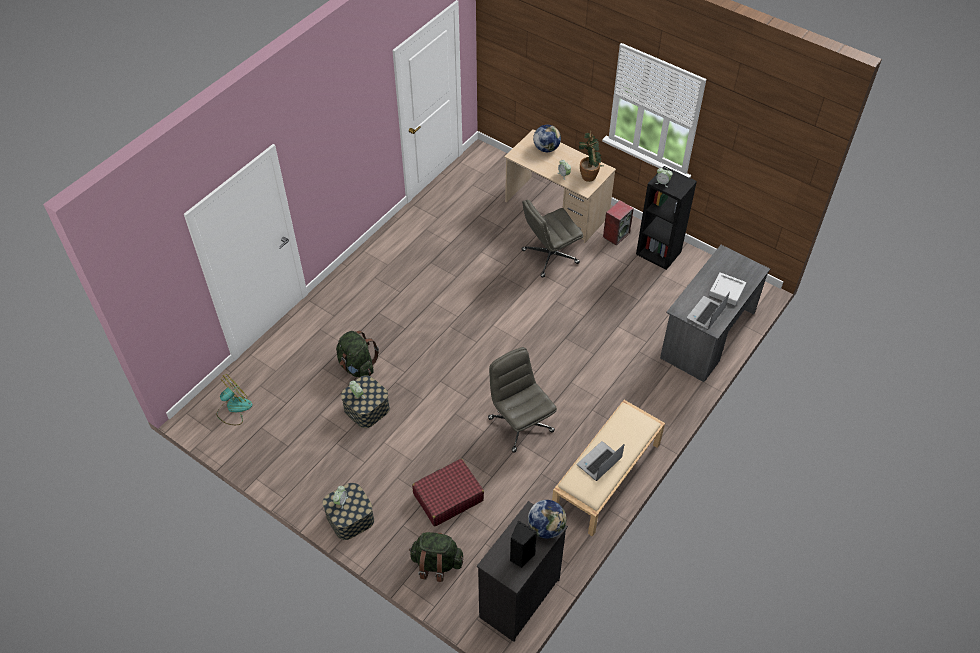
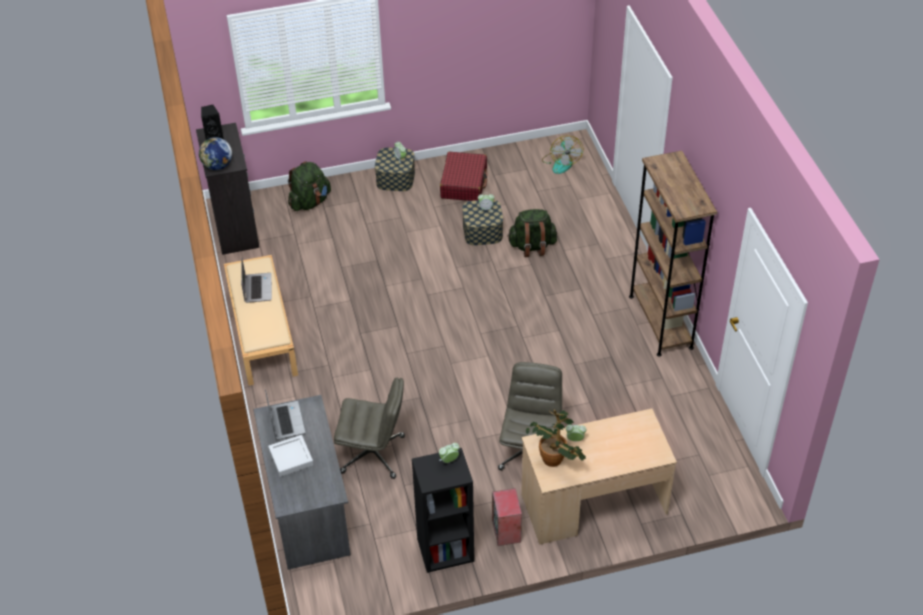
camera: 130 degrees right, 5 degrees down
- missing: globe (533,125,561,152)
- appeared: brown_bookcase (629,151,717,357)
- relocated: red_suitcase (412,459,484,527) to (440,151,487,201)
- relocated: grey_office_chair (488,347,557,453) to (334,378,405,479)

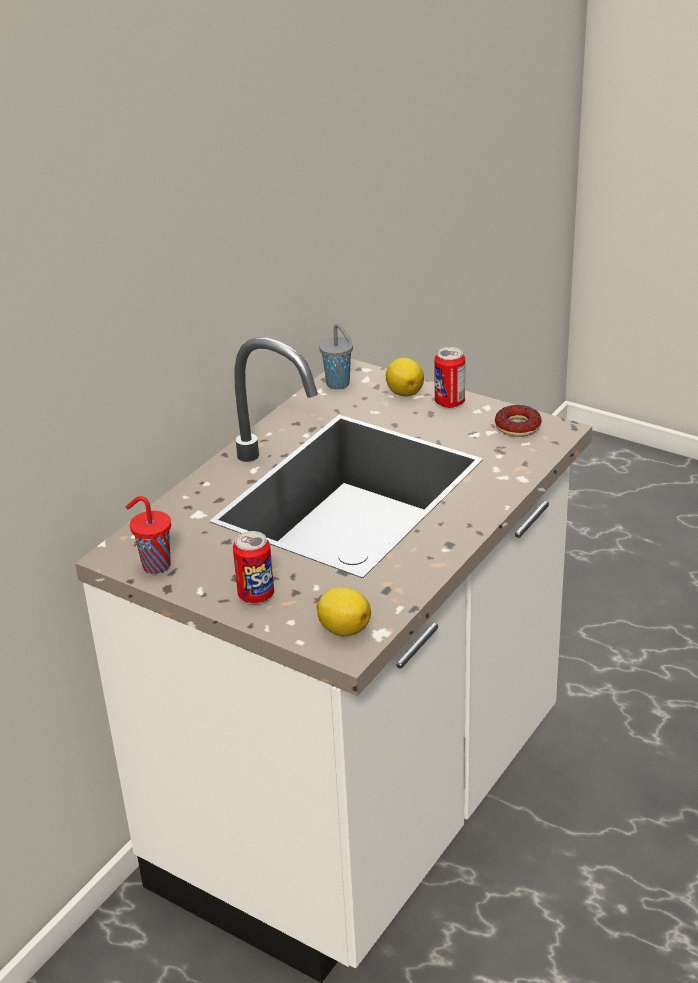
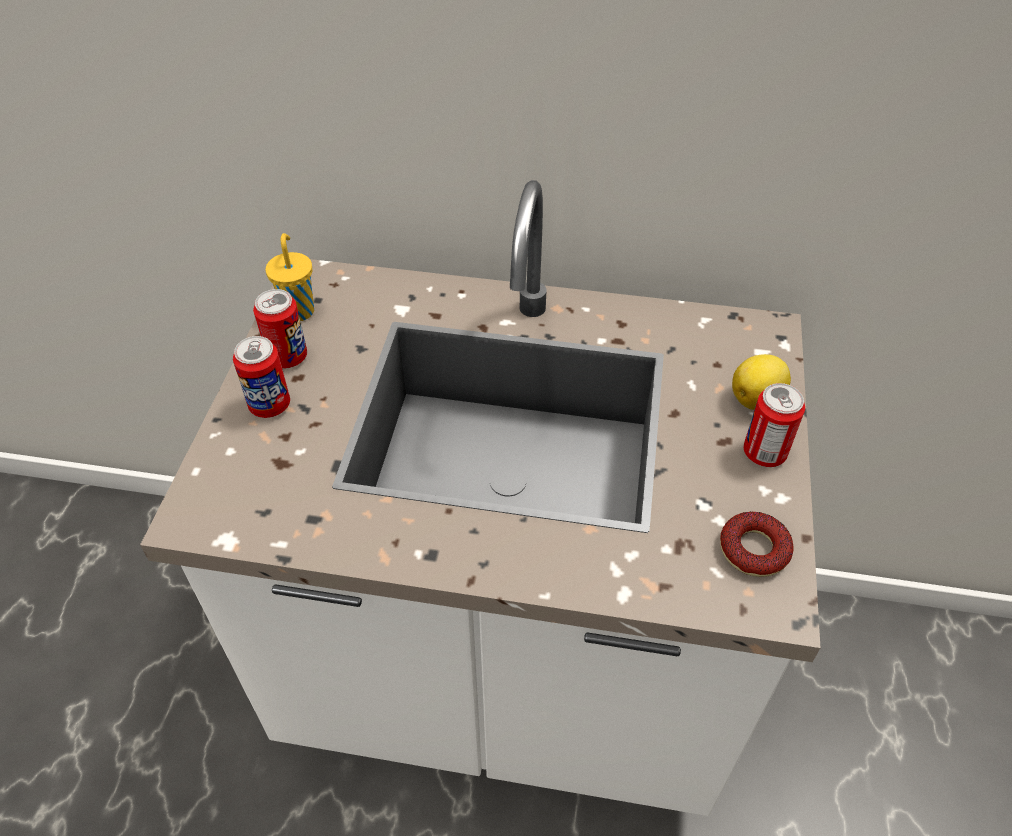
camera: 65 degrees right, 15 degrees up
- missing: lemon (316,587,371,636)
- missing: grey_cup (319,323,353,389)
- appeared: can (253,289,307,369)
- colour: red_cup (126,496,171,574) to yellow_cup (266,233,314,321)

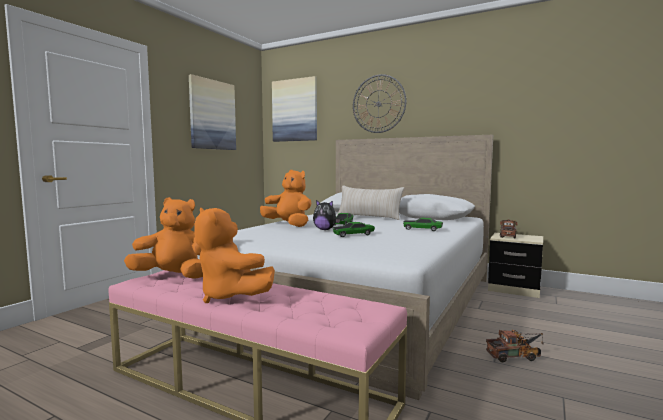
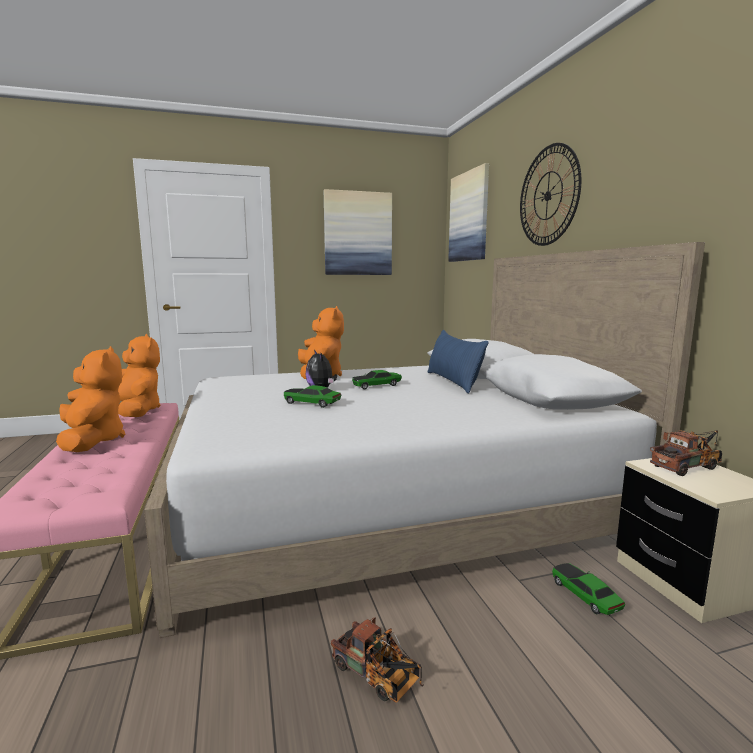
camera: 45 degrees right, 5 degrees up
- relocated: toy_car (403,218,443,231) to (552,563,625,615)
- colour: beige_pillow (337,185,404,220) to blue_pillow (428,330,489,394)
- spun: orange_plush_toy (194,208,275,303) = (56,346,125,452) 150 degrees clockwise

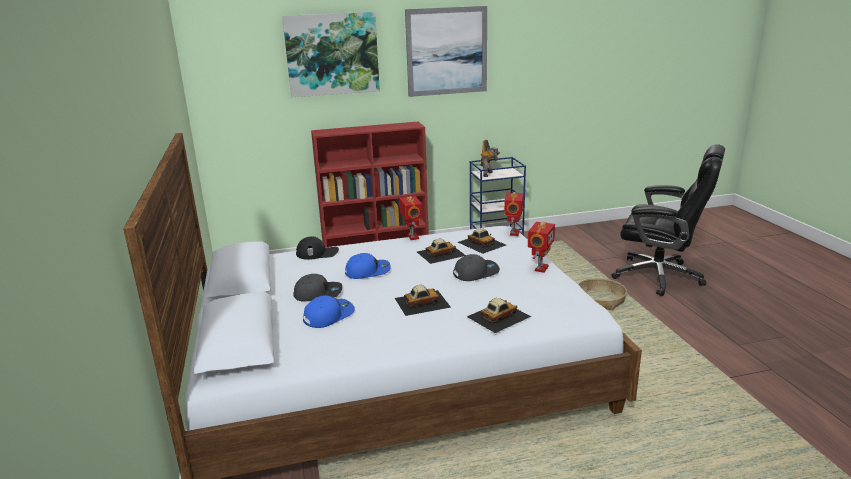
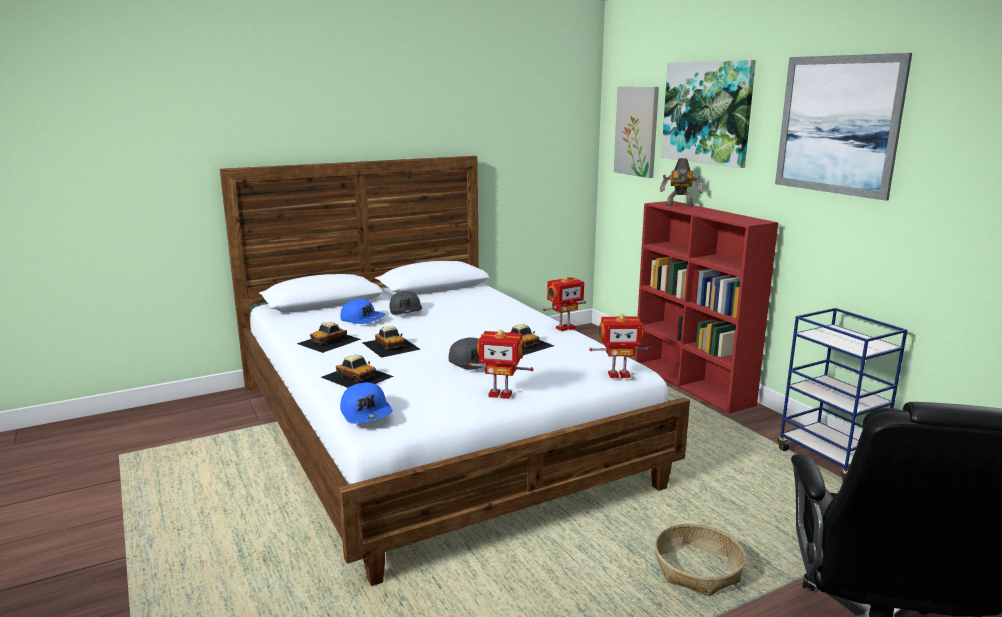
camera: 75 degrees right, 5 degrees down
- missing: black_cap (296,237,339,260)
- appeared: picture (614,87,659,178)
- relocated: blue_cap (345,253,391,279) to (340,382,392,424)
- relocated: toy_car (458,228,506,254) to (297,322,361,353)
- relocated: toy_robot (480,140,500,177) to (660,158,703,207)

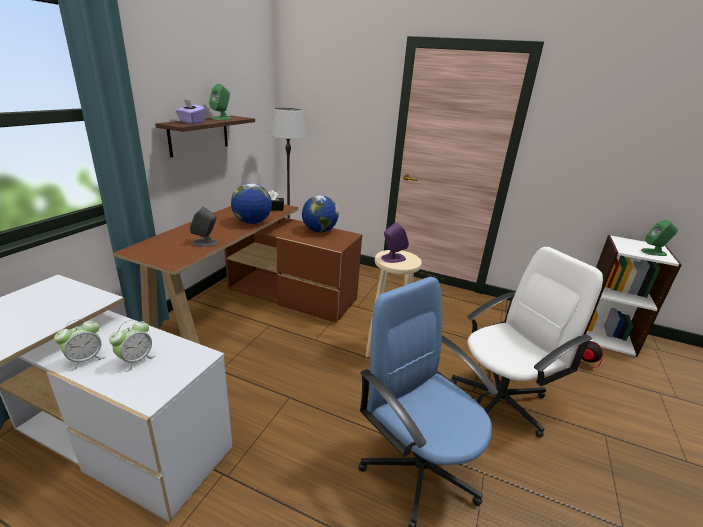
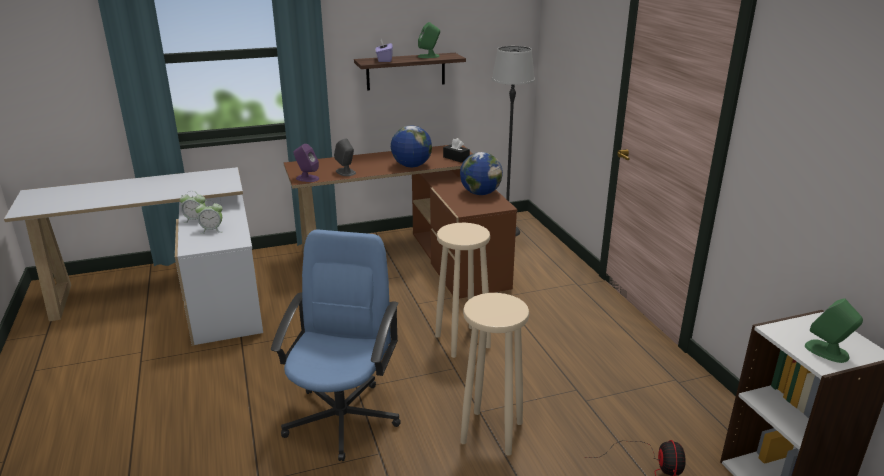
camera: 50 degrees right, 0 degrees up
- relocated: purple_speaker (381,222,409,263) to (293,144,319,182)
- exchanged: white_office_chair (451,247,603,438) to beige_stool (460,293,529,455)

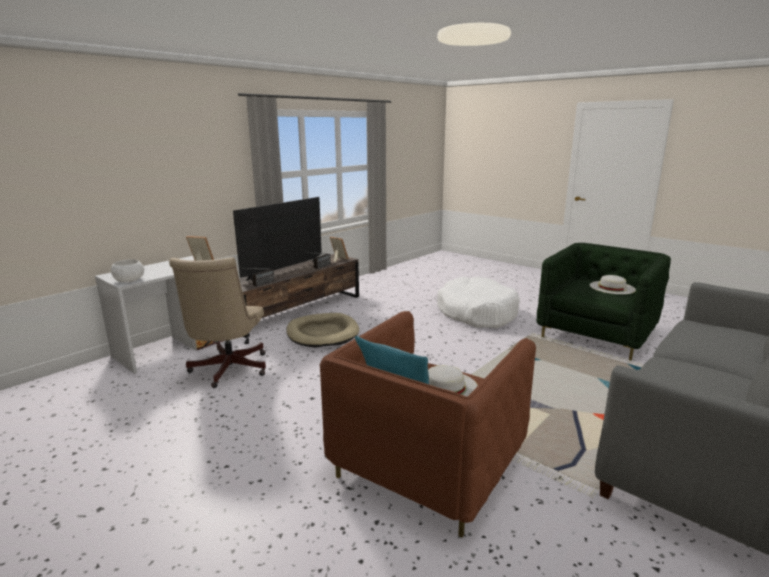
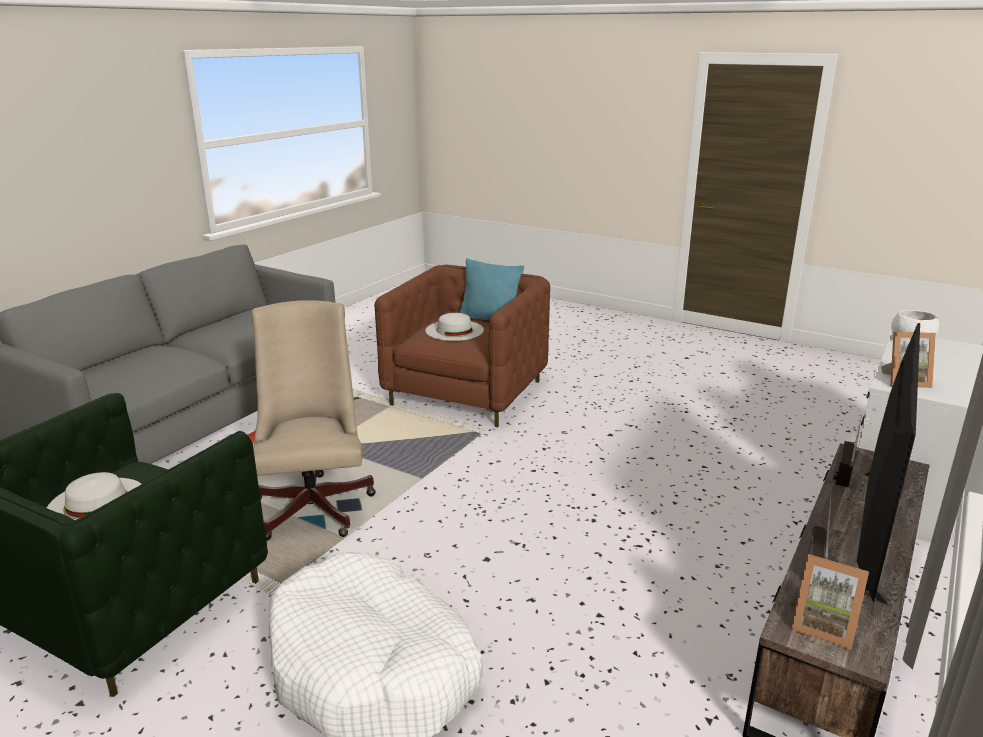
camera: 170 degrees right, 5 degrees up
- missing: beige_dog_bed (286,313,359,348)
- relocated: beige_office_chair (169,257,266,388) to (252,300,376,540)

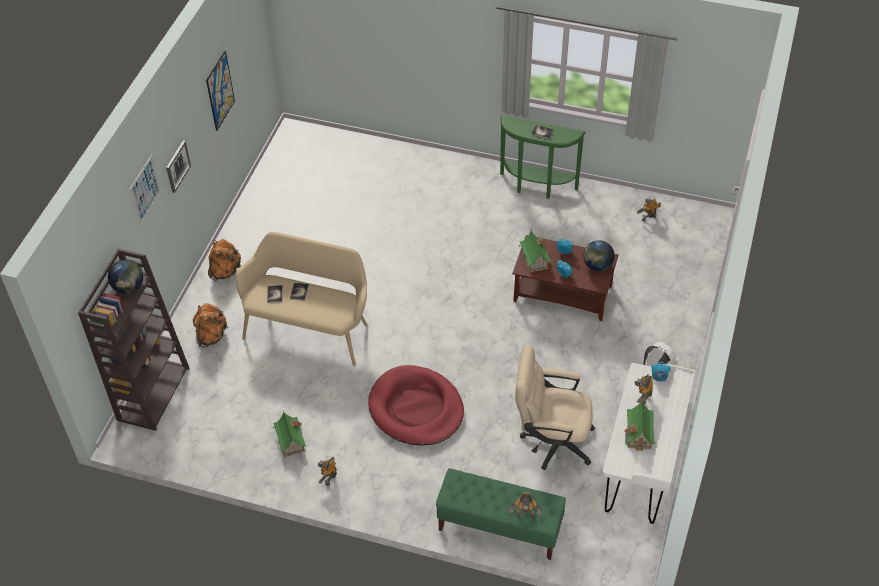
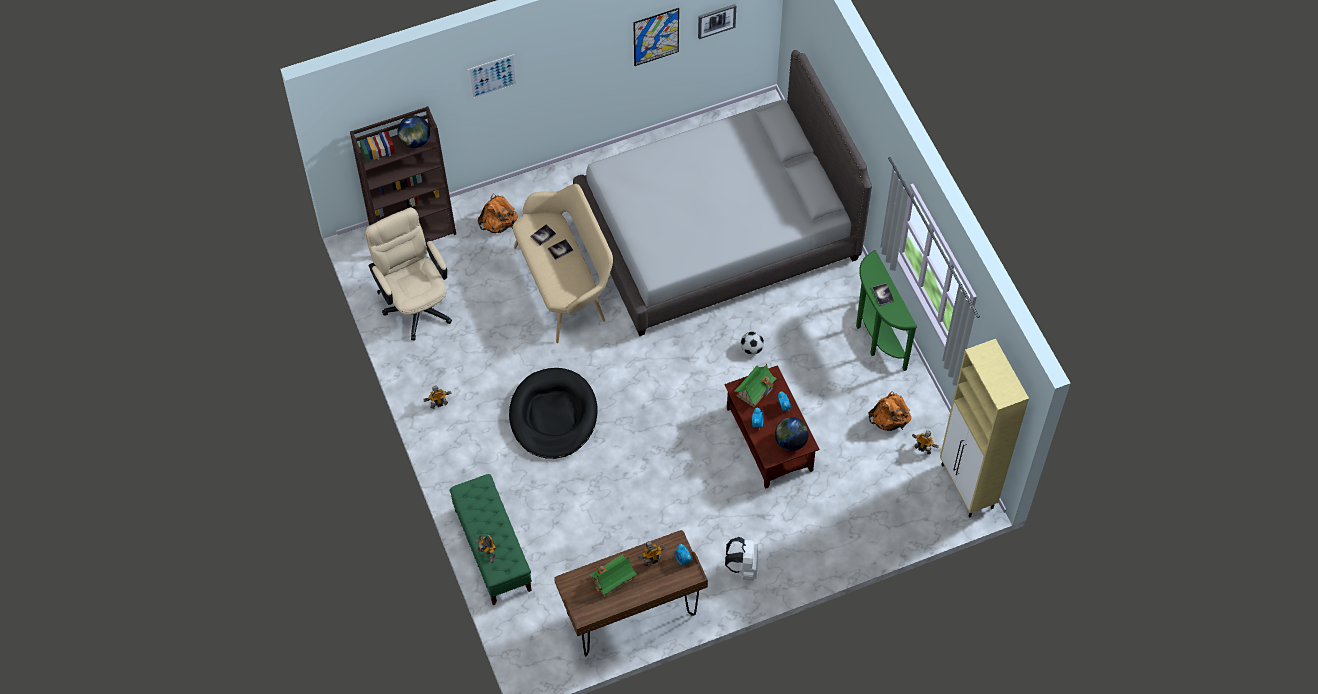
camera: 50 degrees right, 10 degrees up
- missing: toy_house (271,410,306,457)
- appeared: grey_bed (573,50,872,336)
- appeared: football (741,332,764,355)
- appeared: beige_cabinet (940,339,1029,518)
- relocated: picture (166,140,191,193) to (698,4,736,39)
- relocated: orange_backpack (208,239,241,281) to (868,392,911,431)
- relocated: beige_office_chair (515,345,595,470) to (365,207,452,341)
- colour: red_dog_bed (368,365,464,445) to black_dog_bed (509,368,598,459)
- colour: white_desk (602,363,696,524) to brown_desk (554,530,708,656)

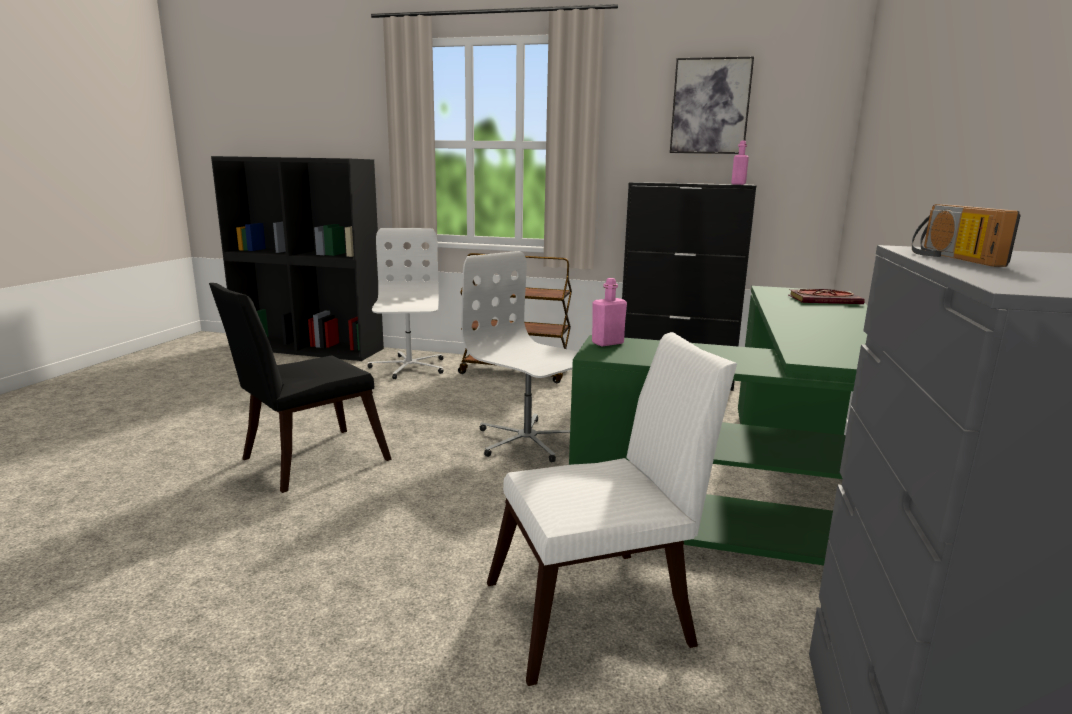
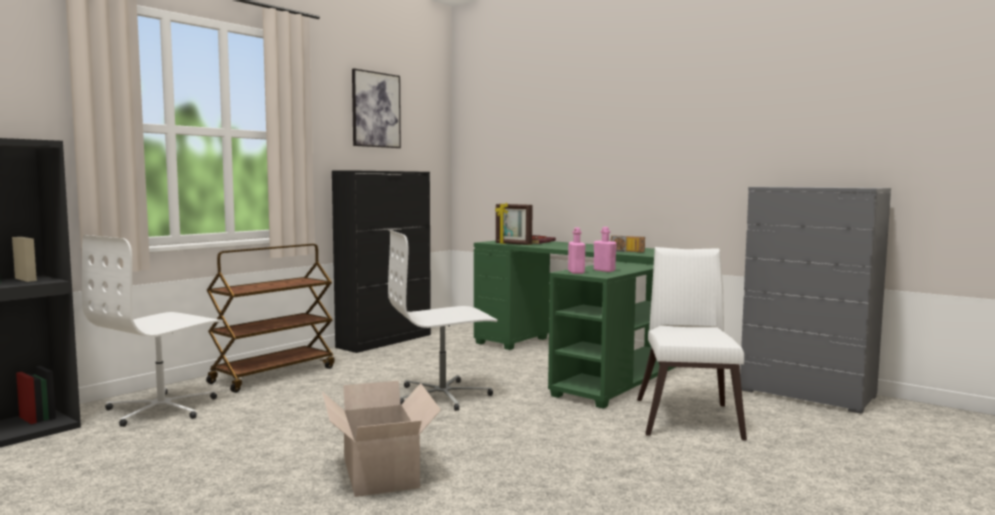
camera: 65 degrees left, 10 degrees down
- appeared: picture_frame (495,203,533,245)
- relocated: pink_bottle (731,141,749,185) to (594,227,617,272)
- relocated: radio (912,204,1021,267) to (609,236,645,252)
- exchanged: black_chair (209,283,392,493) to cardboard_box (322,381,441,497)
- spun: white_office_chair (368,228,443,379) = (82,235,223,427) 75 degrees counterclockwise

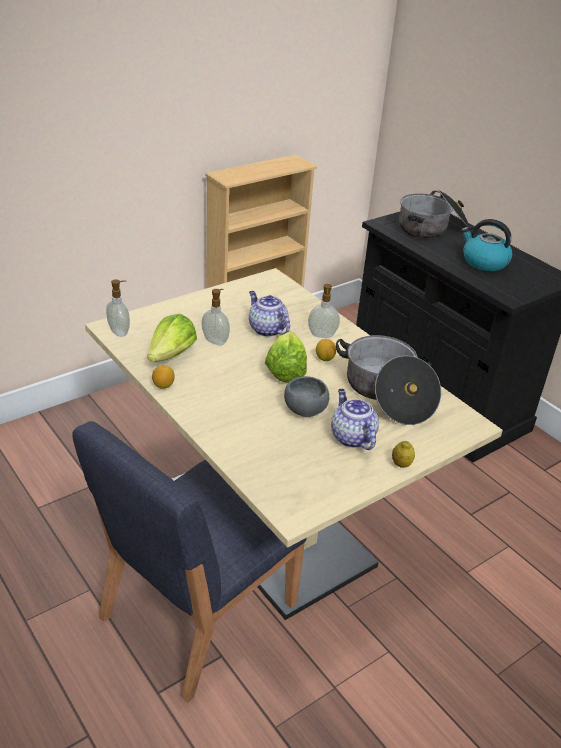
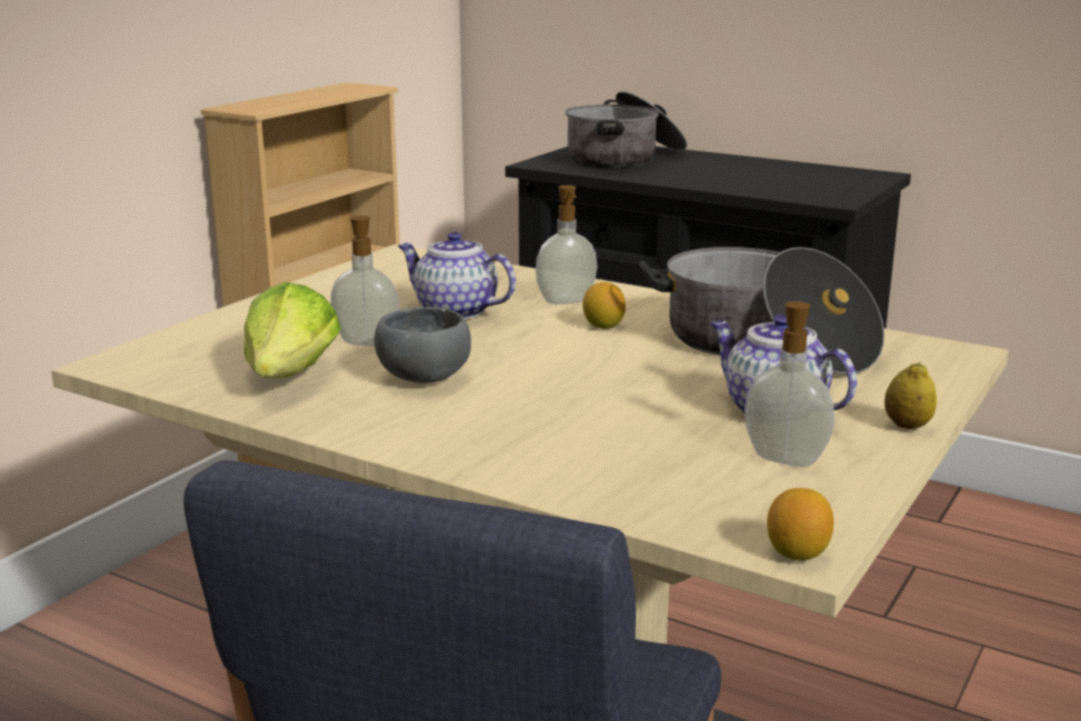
camera: 20 degrees left, 15 degrees down
- missing: lettuce (265,332,307,383)
- missing: kettle (461,219,513,271)
- relocated: soap_dispenser (106,279,130,337) to (745,301,834,466)
- relocated: lemon (152,365,175,389) to (767,488,834,560)
- relocated: grey_bowl (284,376,329,417) to (374,307,471,383)

